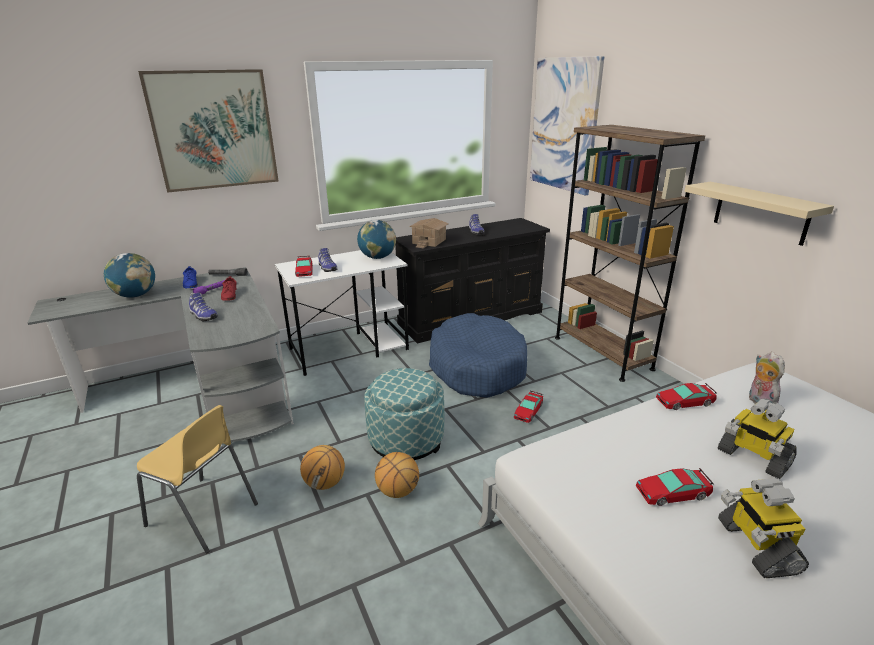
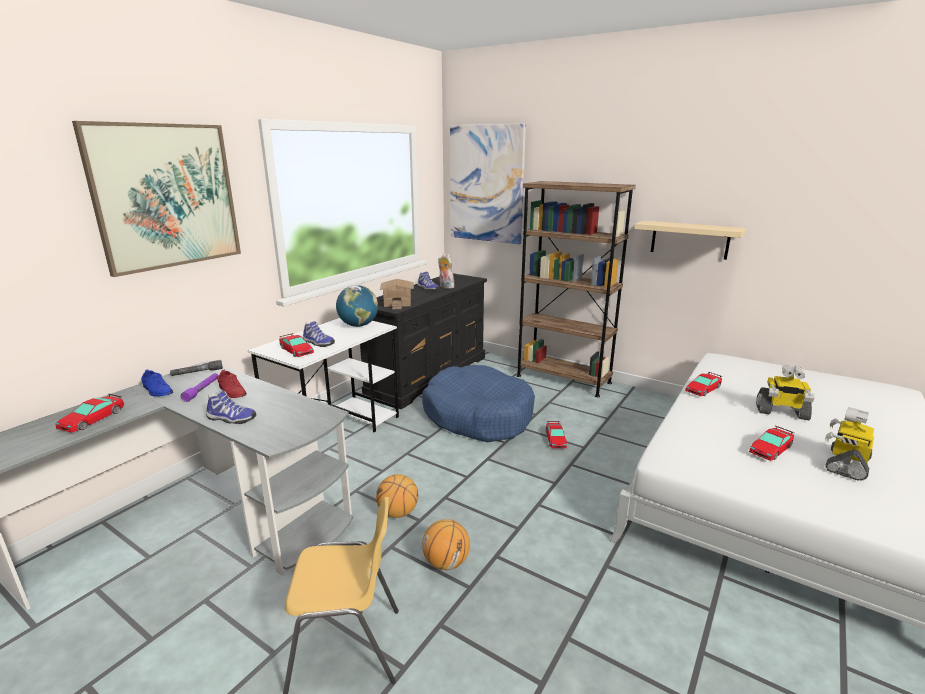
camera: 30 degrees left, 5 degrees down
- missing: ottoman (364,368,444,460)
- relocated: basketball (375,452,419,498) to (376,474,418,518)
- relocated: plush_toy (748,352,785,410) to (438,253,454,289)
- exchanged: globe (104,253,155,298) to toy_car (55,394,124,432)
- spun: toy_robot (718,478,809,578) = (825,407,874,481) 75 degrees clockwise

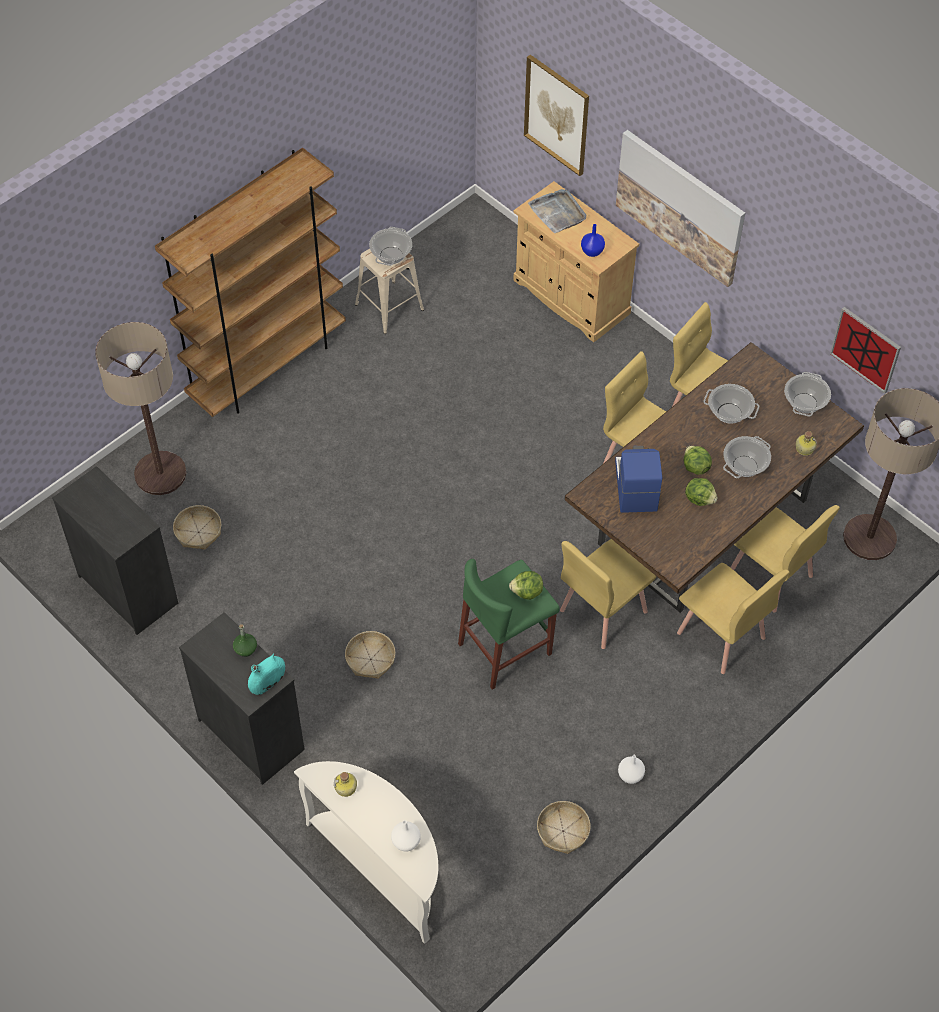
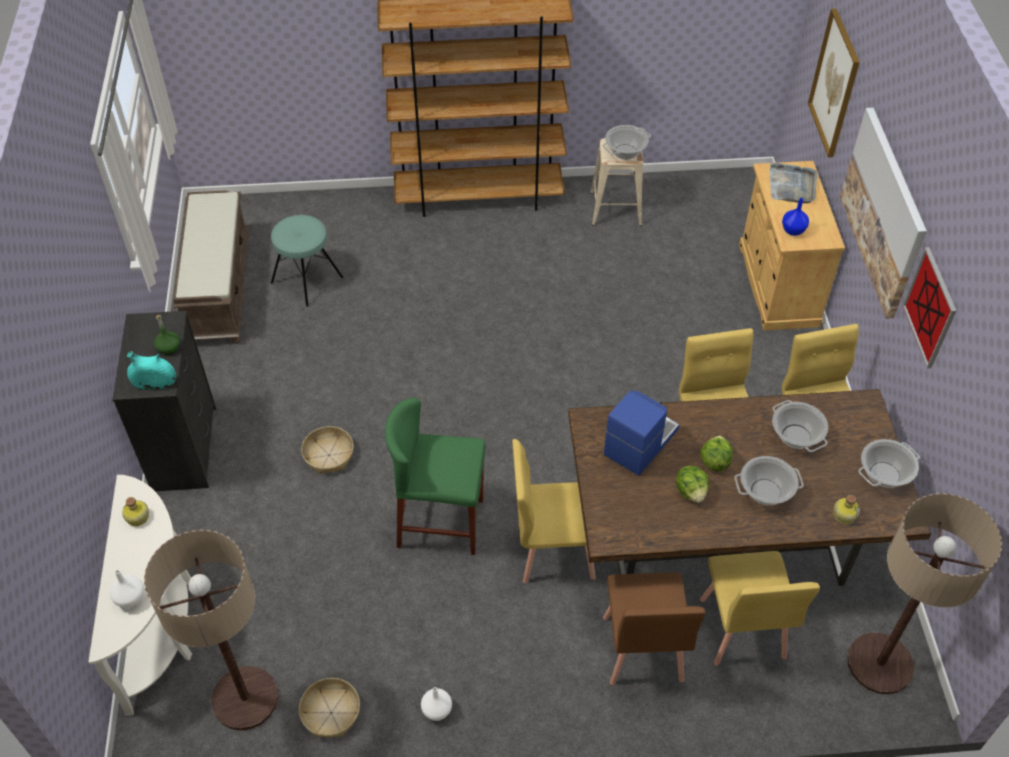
camera: 40 degrees right, 5 degrees down
- missing: lettuce (509,571,543,600)
- relocated: floor_lamp (95,322,187,495) to (144,530,278,730)
- relocated: picture (830,307,901,394) to (903,247,956,368)
- exchanged: black_dresser (52,466,178,635) to brown_bench (173,191,249,344)
- exchanged: basket (173,505,221,550) to turquoise_stool (271,215,344,307)
- colour: yellow_chair (677,563,790,674) to brown_chair (603,572,706,685)

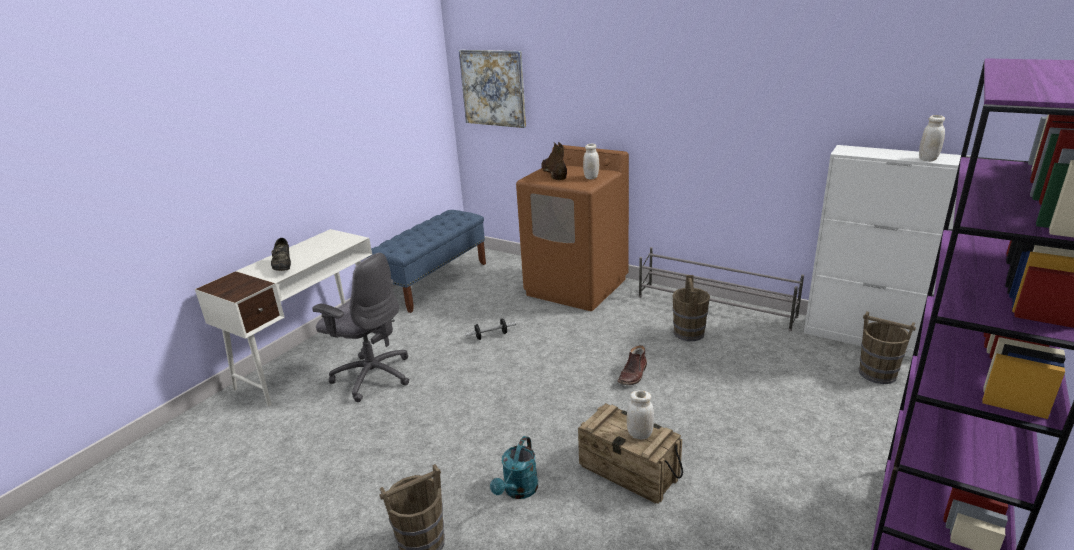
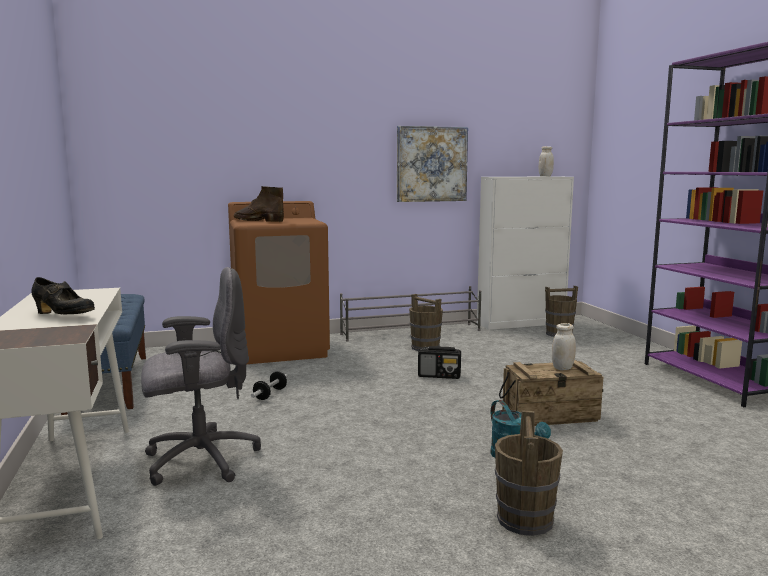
camera: 50 degrees left, 15 degrees down
- missing: white_jar (583,144,599,180)
- relocated: picture (459,50,526,128) to (397,126,468,202)
- exchanged: brown_boot (617,345,647,385) to radio (418,346,461,379)

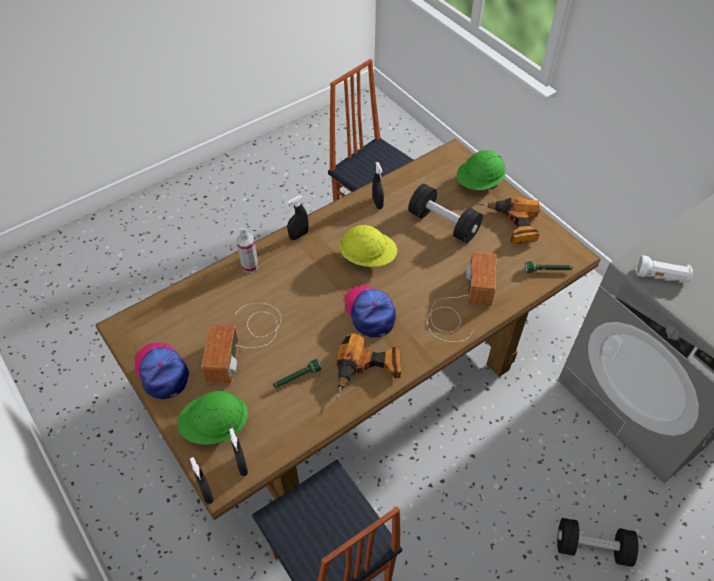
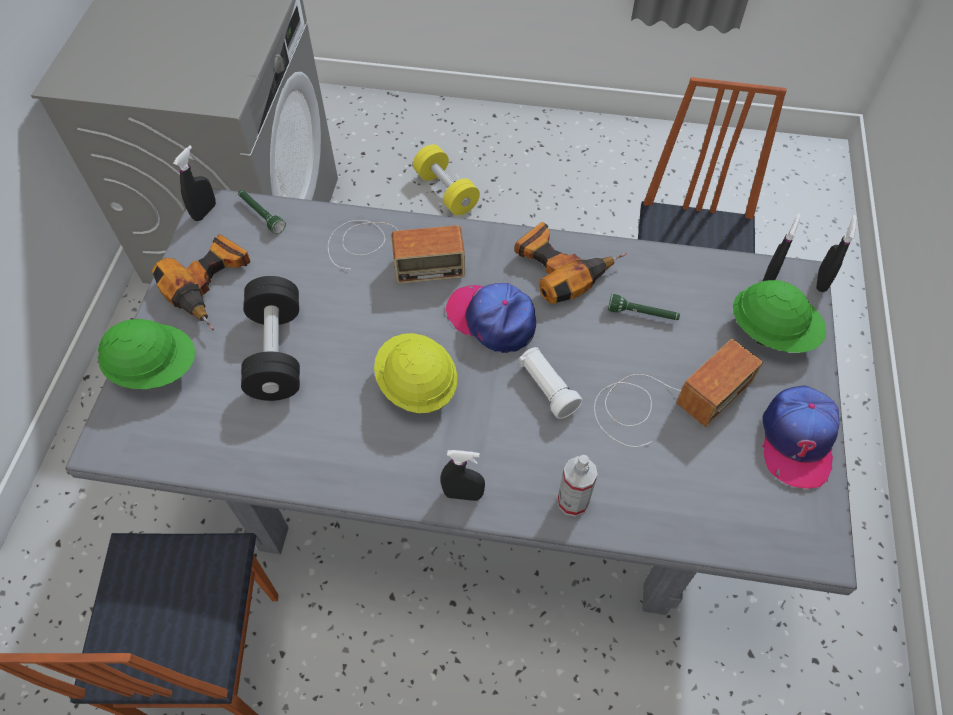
camera: 135 degrees left, 5 degrees up
- relocated: black_spray_bottle (372,162,384,209) to (173,145,216,221)
- relocated: white_flashlight (636,255,693,282) to (519,347,582,419)
- colour: brown_dining_table (95,139,601,520) to grey_dining_table (65,188,857,615)
- colour: black_dumbbell (557,518,638,567) to yellow_dumbbell (413,144,480,215)
- spun: cap (344,285,396,338) = (446,283,536,353) 105 degrees clockwise
- spun: radio (427,252,496,342) = (328,220,465,284) 150 degrees counterclockwise

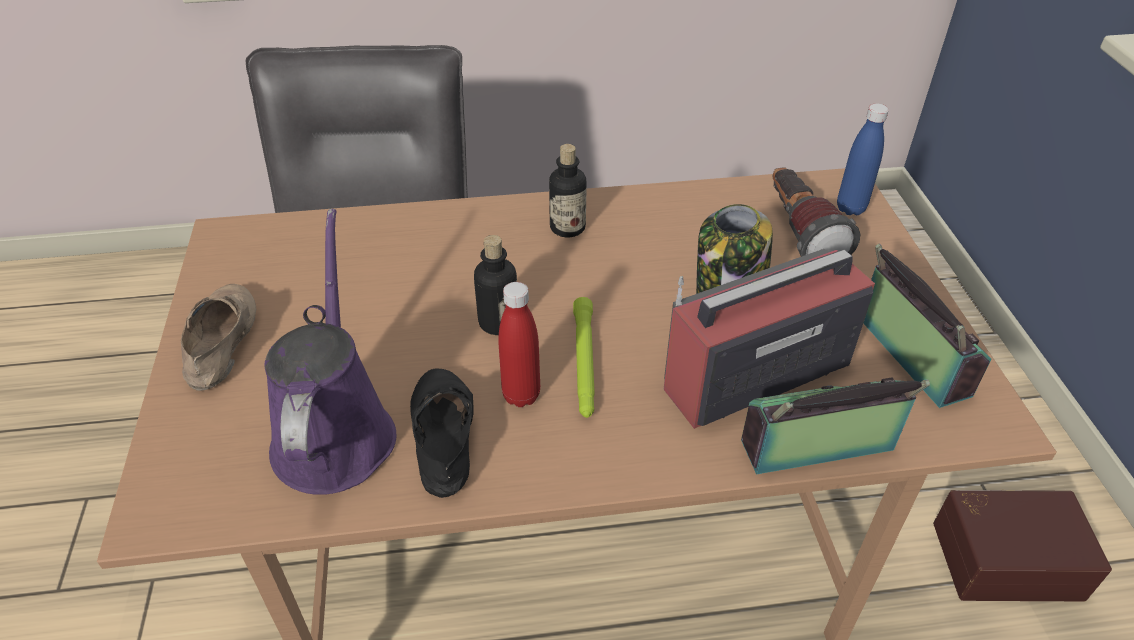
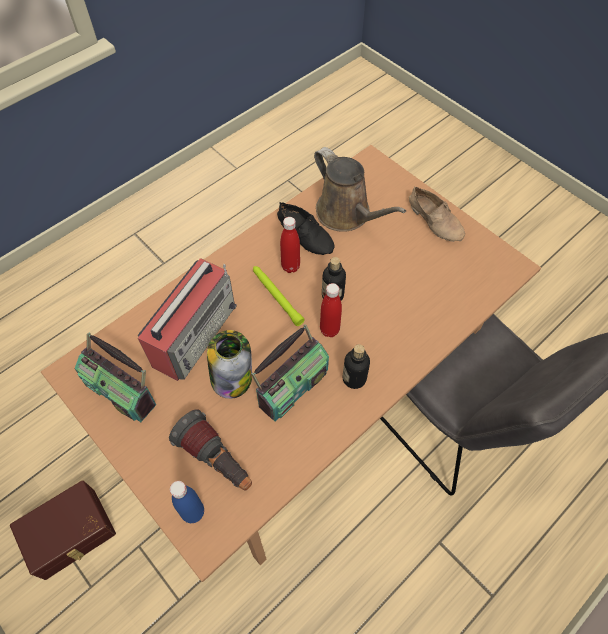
camera: 145 degrees right, 15 degrees up
- appeared: red_bottle (320,283,342,337)
- relocated: radio (741,378,930,474) to (251,324,329,421)
- colour: purple_watering_can (264,209,396,495) to brown_watering_can (314,147,406,232)

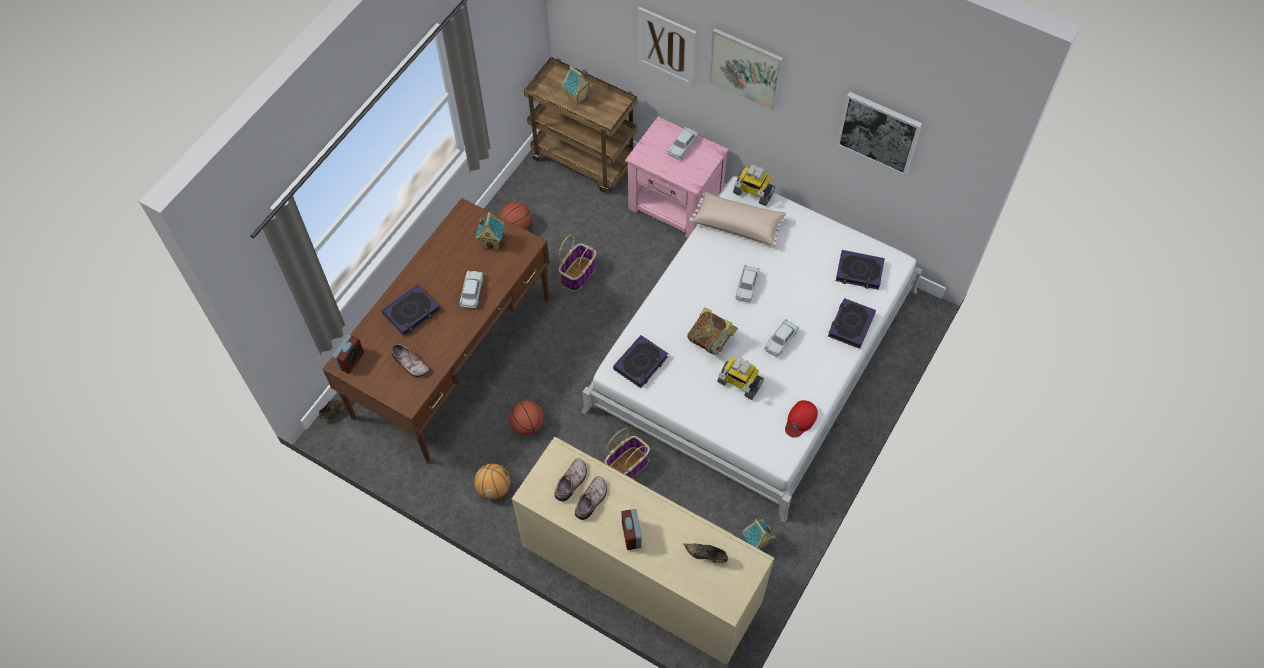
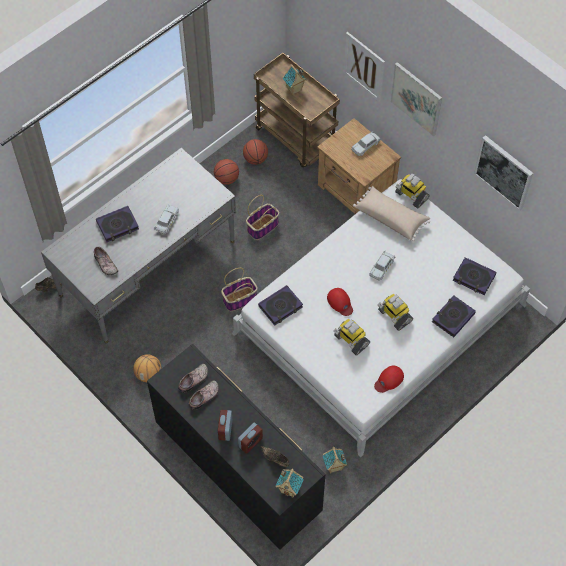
camera: 15 degrees right, 0 degrees up
- relocated: alarm_clock (333,334,364,373) to (238,423,263,454)
- relocated: toy_house (476,212,505,250) to (276,469,304,498)
- relocated: basketball (509,400,544,435) to (243,139,268,165)
- relocated: basket (605,428,650,478) to (221,268,258,311)
- exchanged: book (687,307,738,355) to red_cap (327,288,353,316)
- exchanged: white_toy_car (764,319,799,357) to toy_robot (378,294,413,331)
- colour: brown_desk (323,198,550,463) to grey_desk (41,148,236,343)
- colour: beige_dresser (512,437,774,665) to black_dresser (147,344,325,550)
- colour: pink_nightstand (625,117,729,238) to brown_nightstand (317,118,401,214)

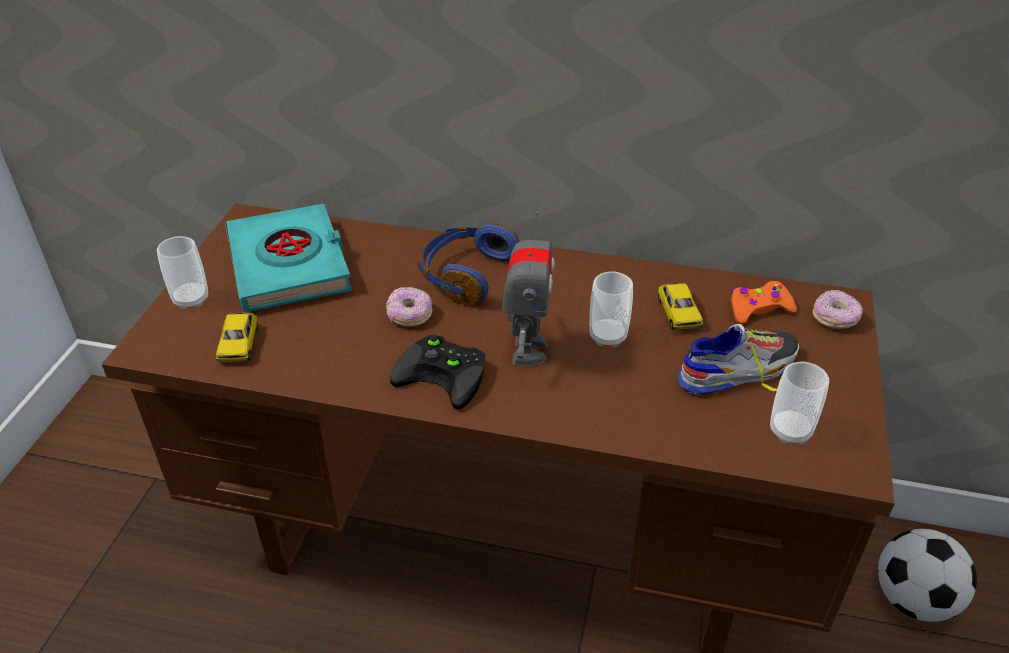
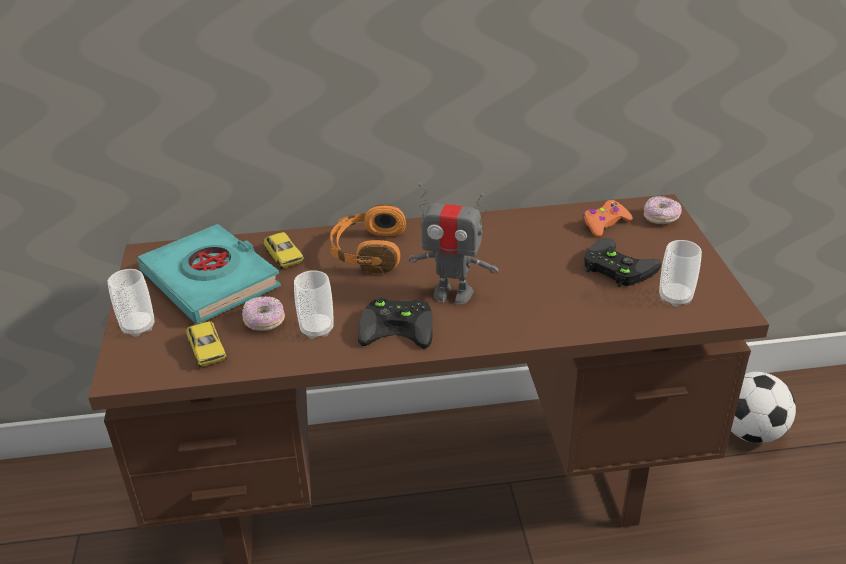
camera: 20 degrees left, 5 degrees down
- relocated: donut (386,287,432,327) to (242,296,285,331)
- relocated: cup (589,271,633,347) to (294,270,334,339)
- relocated: toy_car (658,283,703,330) to (263,232,304,269)
- exchanged: shoe (678,324,799,395) to black_game_controller (584,238,661,287)
- colour: blue_headphones (418,223,519,305) to orange_headphones (330,204,406,273)
- spun: toy_robot (502,211,555,366) = (409,184,499,305) 120 degrees clockwise

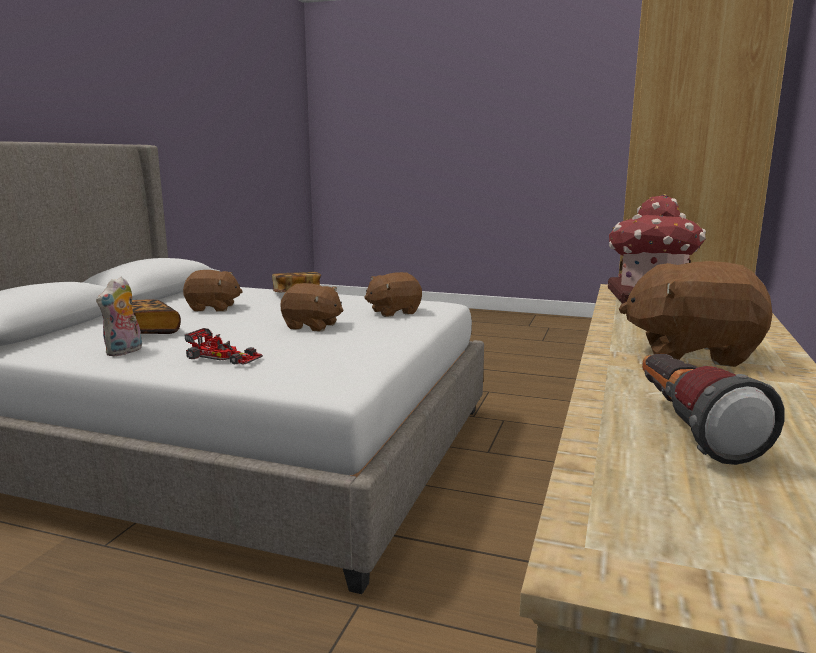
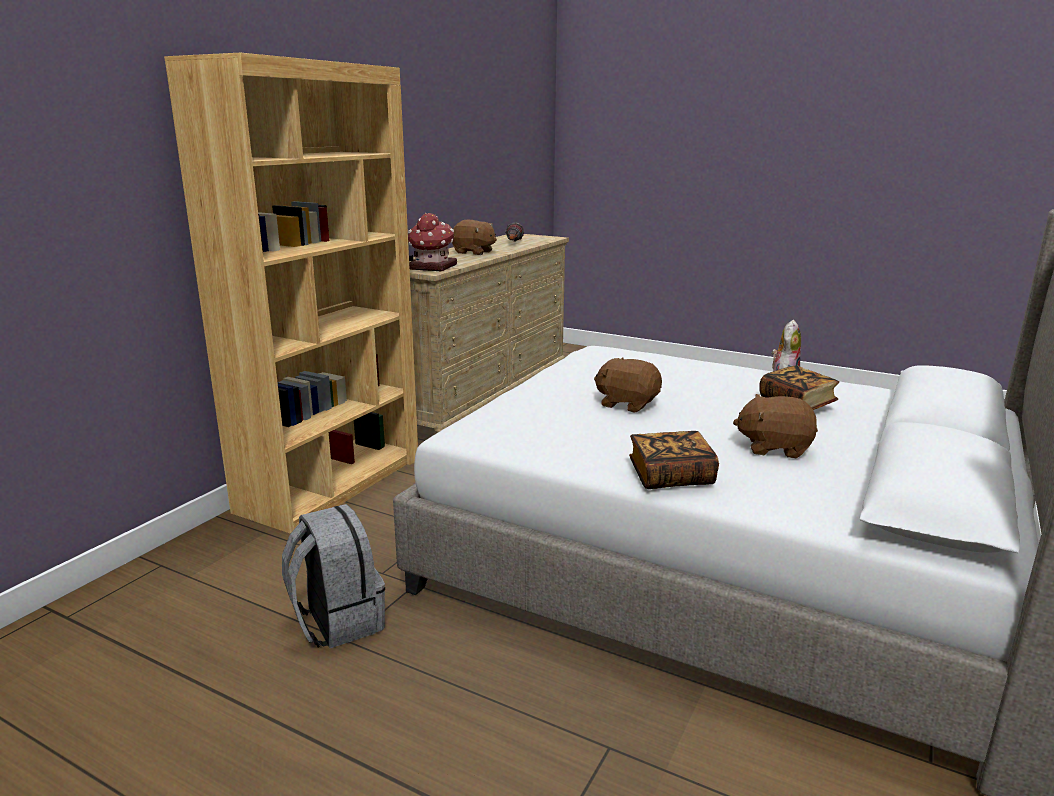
camera: 170 degrees left, 5 degrees up
- missing: toy_car (185,328,263,365)
- missing: brown_plush_toy (364,272,422,317)
- appeared: grey_backpack (282,504,385,648)

